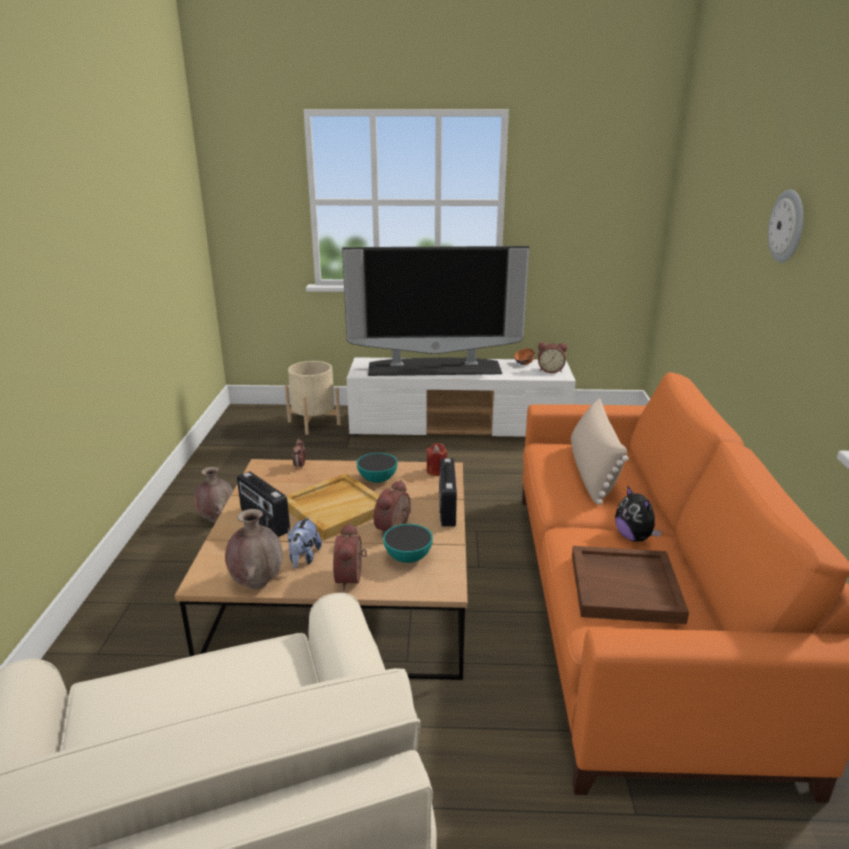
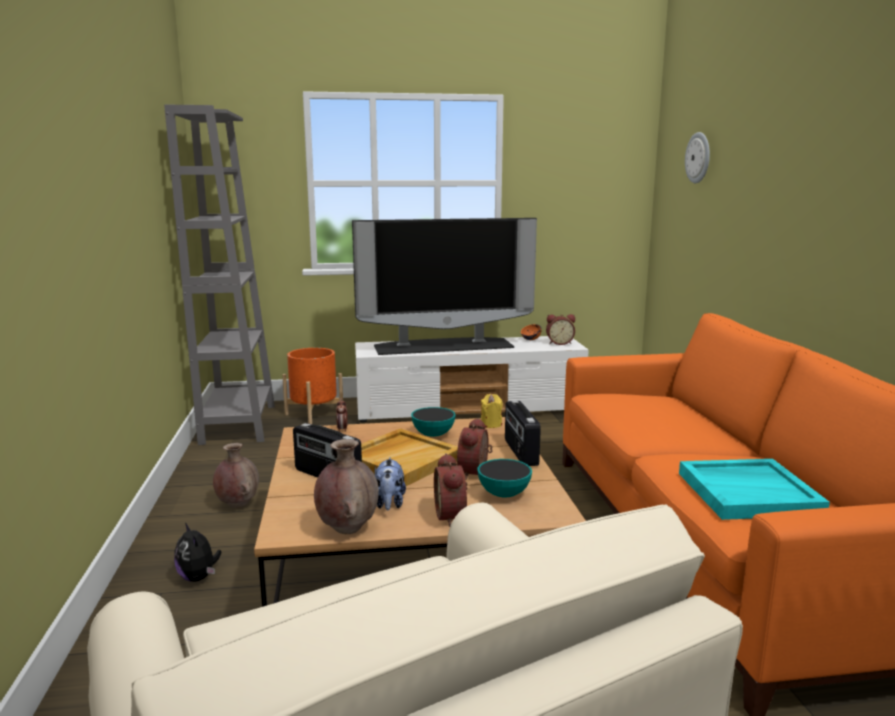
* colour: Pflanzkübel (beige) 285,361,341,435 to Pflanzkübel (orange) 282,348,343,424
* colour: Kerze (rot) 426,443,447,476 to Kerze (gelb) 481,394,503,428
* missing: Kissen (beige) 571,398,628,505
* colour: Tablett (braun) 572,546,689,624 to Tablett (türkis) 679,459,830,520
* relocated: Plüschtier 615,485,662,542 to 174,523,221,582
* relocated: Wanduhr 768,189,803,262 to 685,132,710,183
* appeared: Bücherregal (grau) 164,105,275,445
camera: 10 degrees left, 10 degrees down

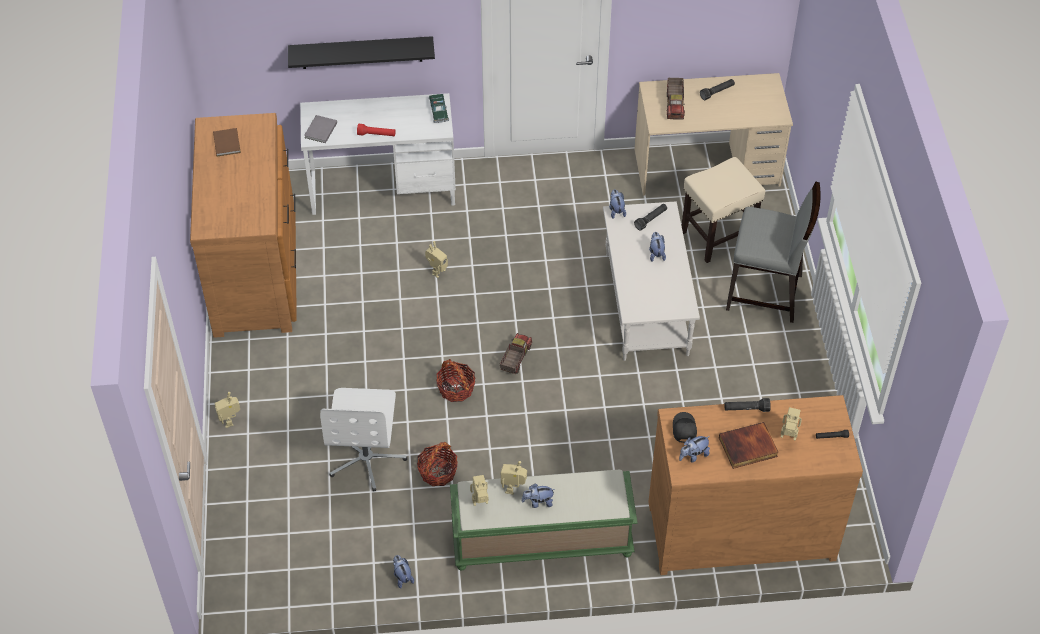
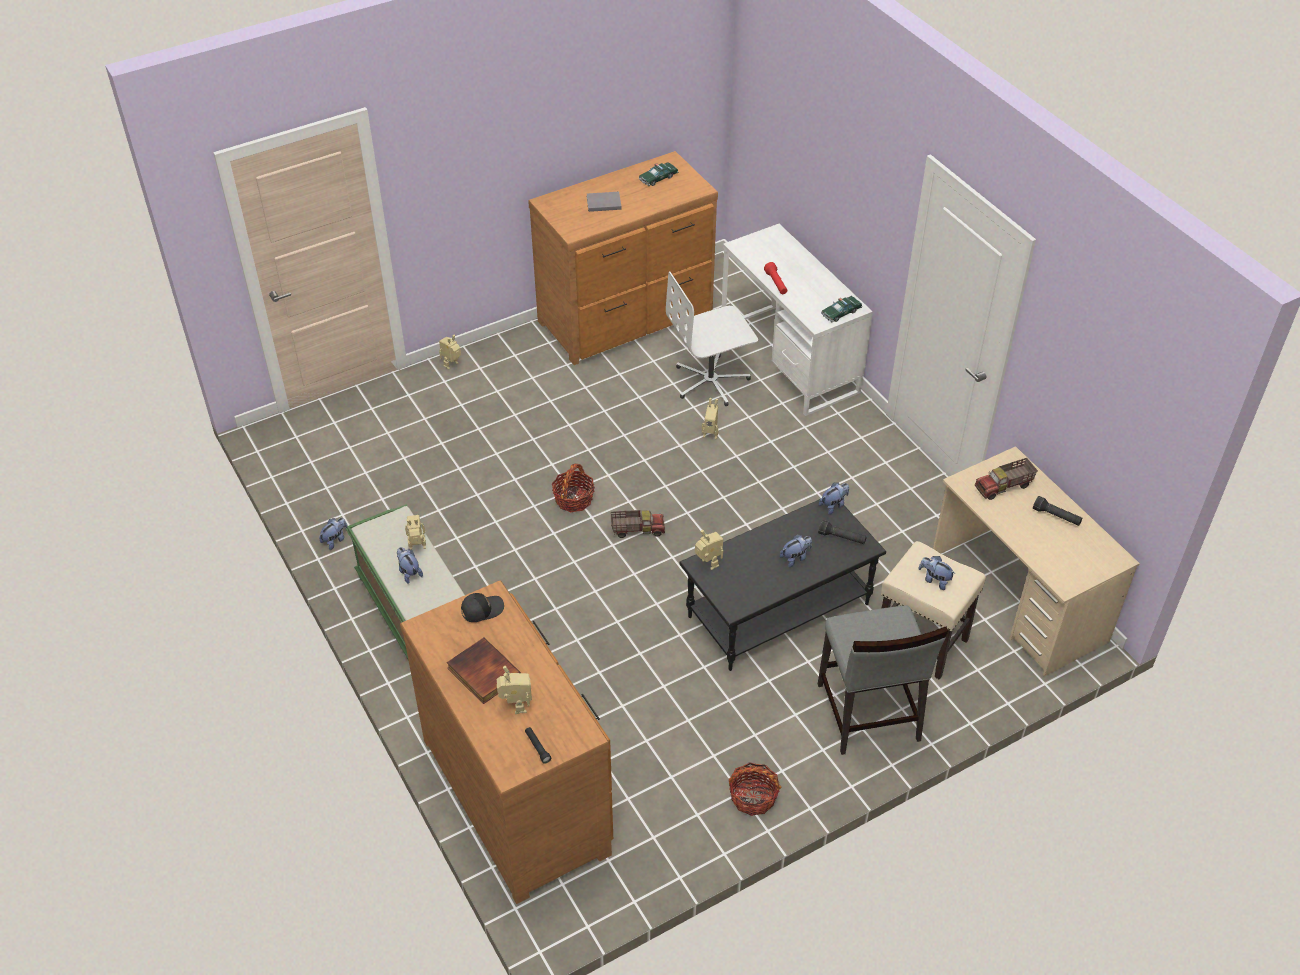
* exchanged: Buch (braun) 213,128,241,156 to Spielzeugauto 639,162,679,186
* missing: Wandregal (schwarz) 288,36,435,69
* relocated: Buch (grau) 304,115,337,143 to 587,192,621,212
* relocated: Bürostuhl (weiß) 320,388,407,491 to 666,271,758,406
* relocated: Korb 417,442,458,486 to 728,762,782,816
* relocated: Spielzeugroboter 470,475,489,506 to 695,530,723,570
* colour: Couchtisch (weiß) 603,201,700,361 to Couchtisch (schwarz) 679,499,886,671
* relocated: Plüschtier 679,436,710,463 to 919,556,956,590
* missing: Taschenlampe (schwarz) 724,398,771,412
camera: 65 degrees right, 5 degrees down

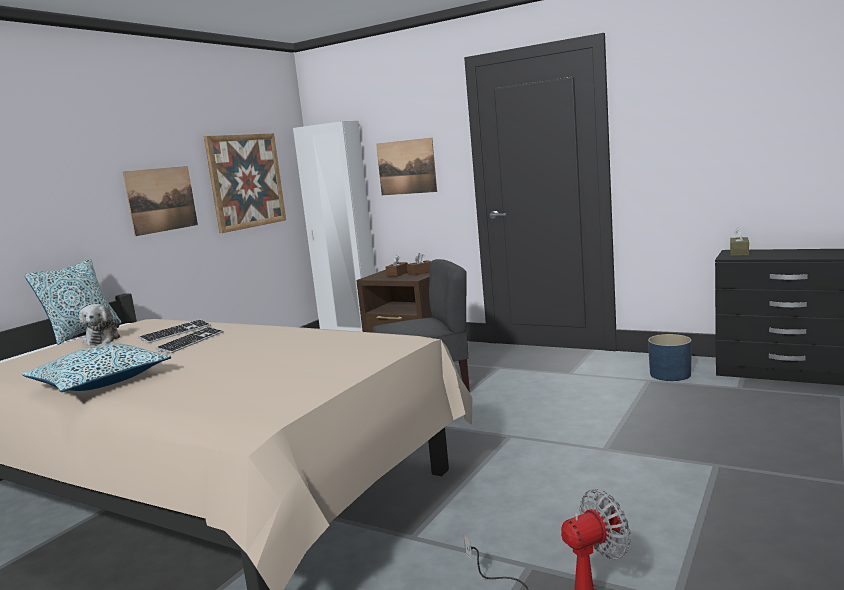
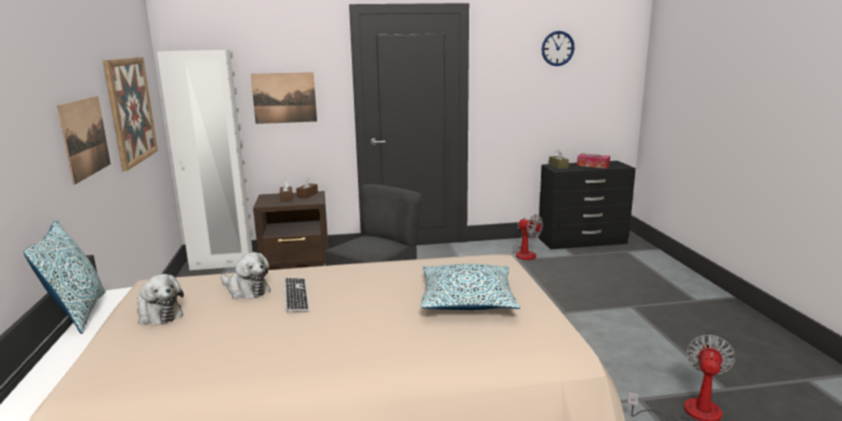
* relocated: Kissen 22,344,171,392 to 420,264,520,310
* exchanged: Tastatur 138,319,211,343 to Plüschtier 221,252,271,299
* exchanged: Pflanzkübel (blau) 648,334,692,381 to Ventilator 513,214,543,260
* appeared: Wanduhr 542,31,575,66
* appeared: Taschentuchbox 577,153,610,168
camera: 40 degrees left, 5 degrees up

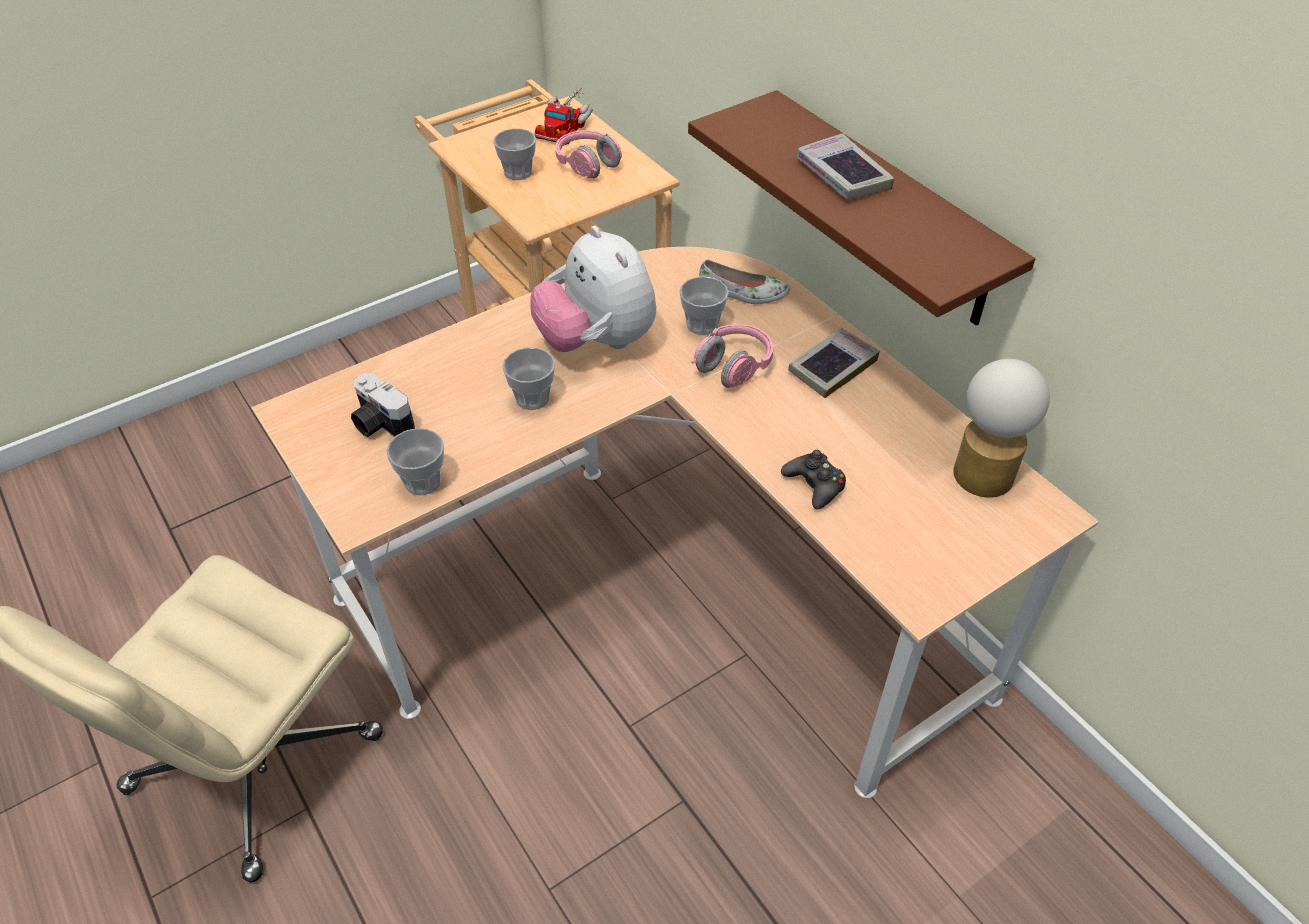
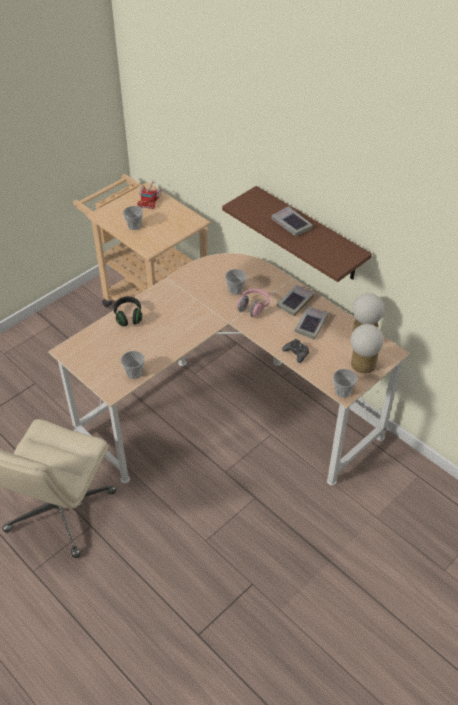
* missing: Kamera 351,373,415,437
* relocated: Tasse 502,347,555,410 to 333,369,357,398
* missing: Plüschtier 531,226,656,352
* missing: Kopfhörer (rosa) 555,130,622,178
* missing: Schuh (weiß) 699,260,790,304
* appeared: Kopfhörer (schwarz) 113,296,142,326
* appeared: Buch 294,307,328,340
* appeared: Tischlampe 350,324,384,373
camera: 10 degrees left, 0 degrees up

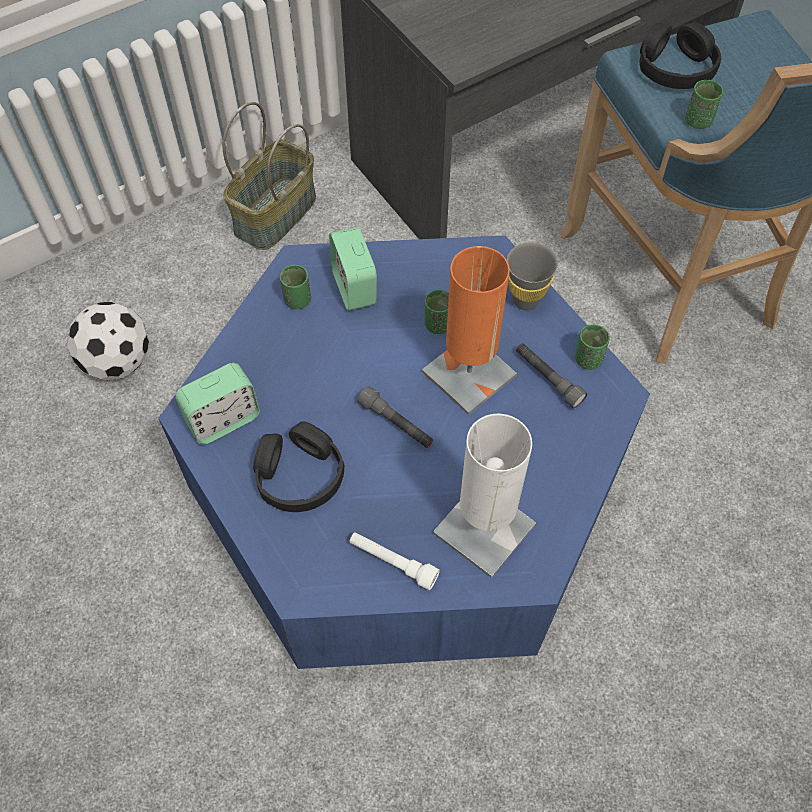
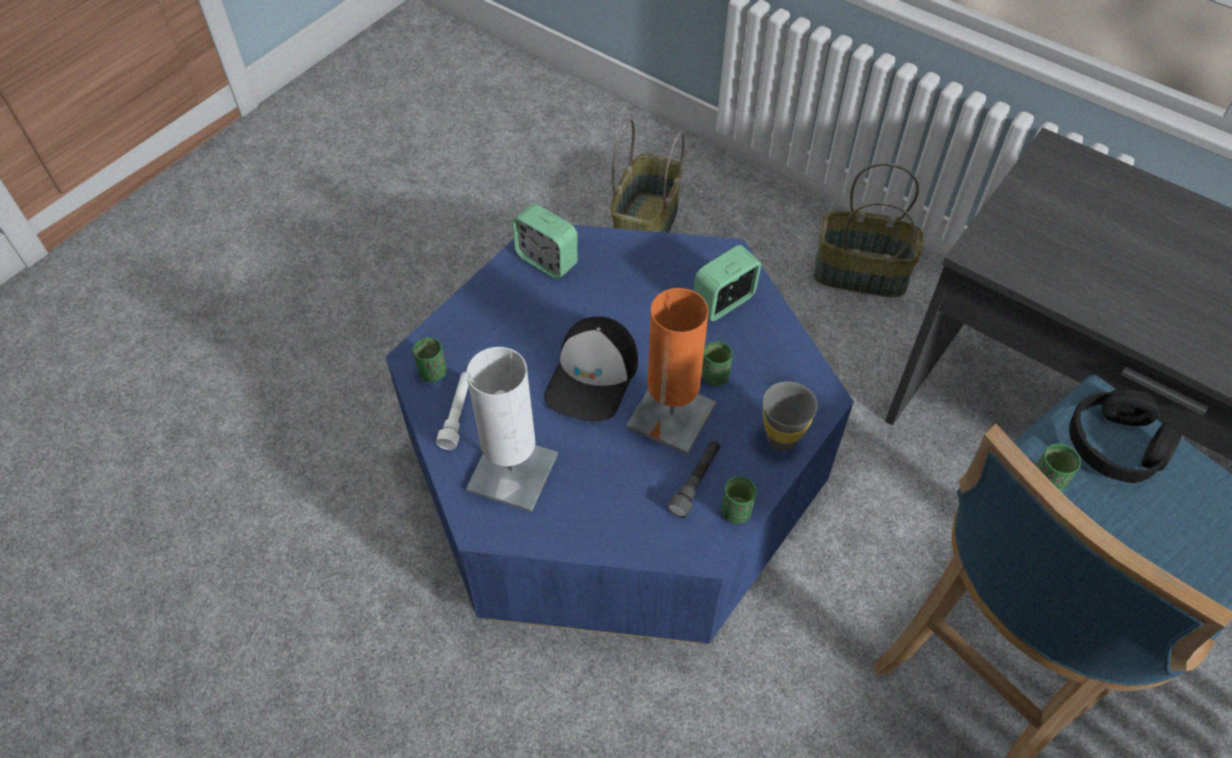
* exchanged: Fußball 67,302,149,380 to Korb 611,119,685,233
* missing: Kopfhörer (schwarz) 253,421,344,512
* relocated: Tasse (grün) 280,265,311,309 to 413,337,447,382
* exchanged: Taschenlampe (grau) 357,386,433,448 to Kappe 544,316,638,422
camera: 70 degrees right, 5 degrees down

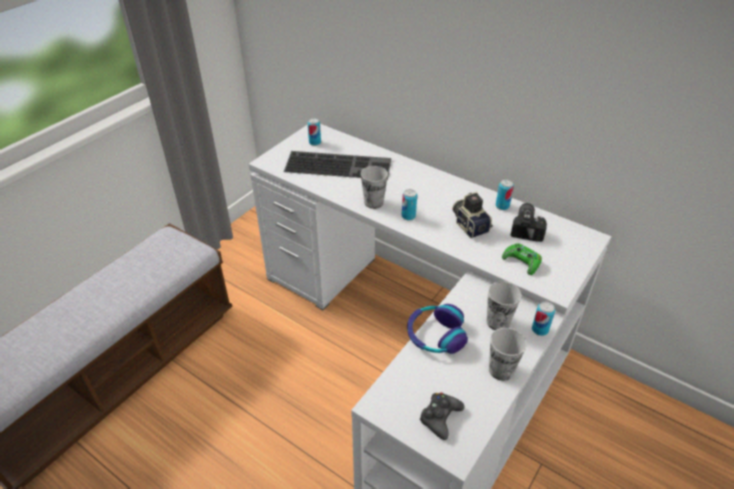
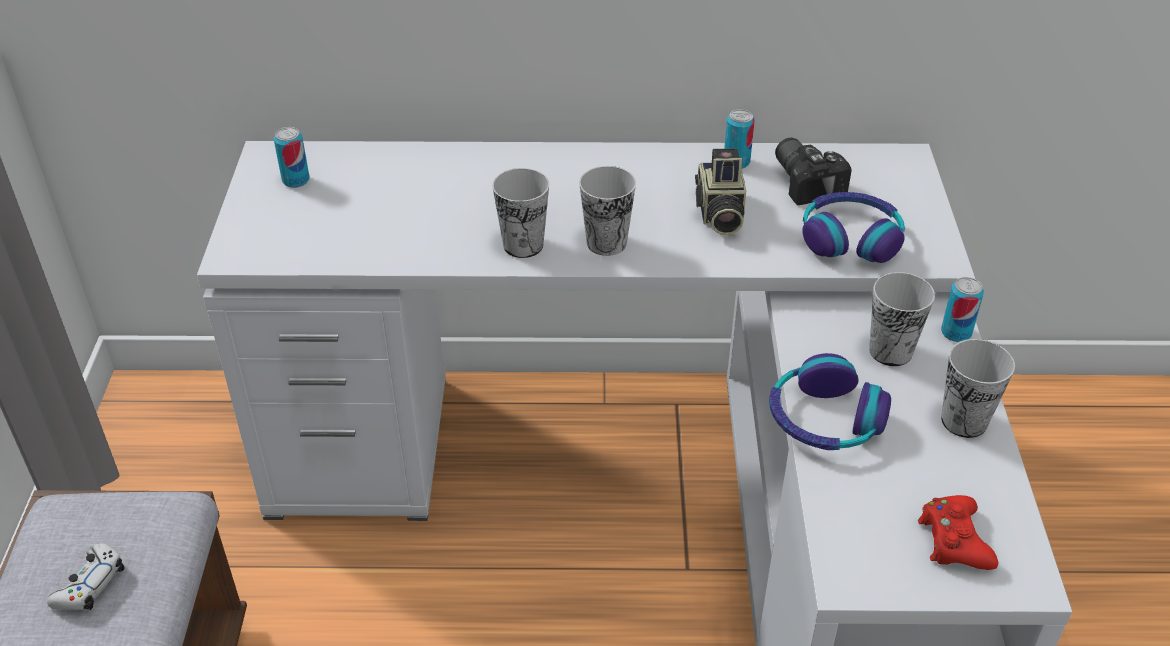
* missing: Tastatur 284,151,391,180
* exchanged: Dose 402,189,417,220 to Tasse 579,166,636,256
* colour: Gamepad (schwarz) 419,392,464,440 to Gamepad (rot) 918,495,998,570
* spun: Kamera 452,192,493,238 = 695,148,746,235 120 degrees counterclockwise
* exchanged: Gamepad (grün) 502,243,542,275 to Kopfhörer 802,192,905,263
* appeared: Gamepad (weiß) 47,543,125,610
camera: 35 degrees left, 0 degrees up

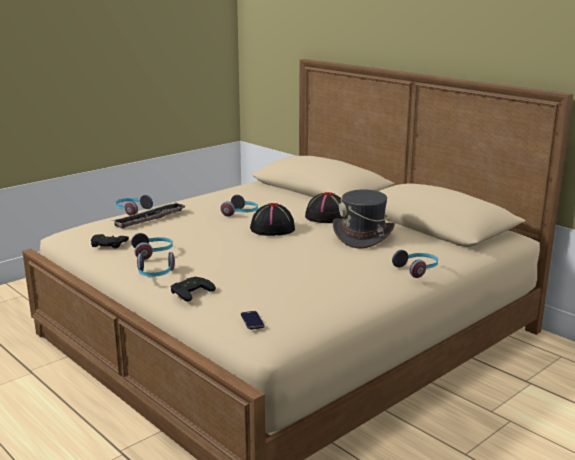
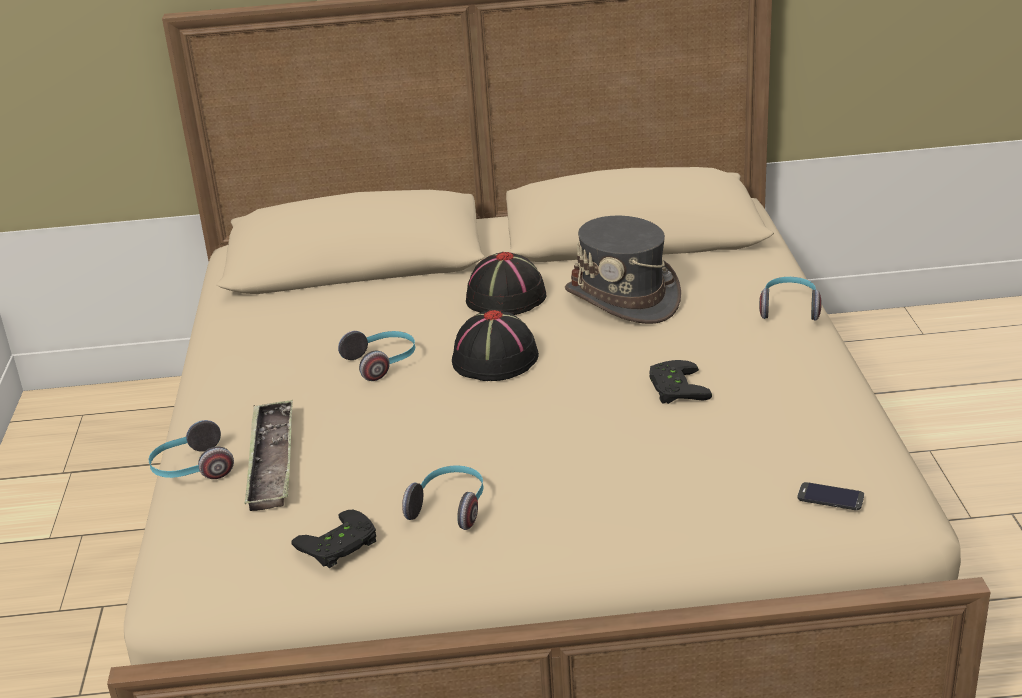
* missing: Kopfhörer 137,252,175,277
* relocated: Gamepad (schwarz) 170,276,216,302 to 649,360,712,404
camera: 50 degrees left, 10 degrees up

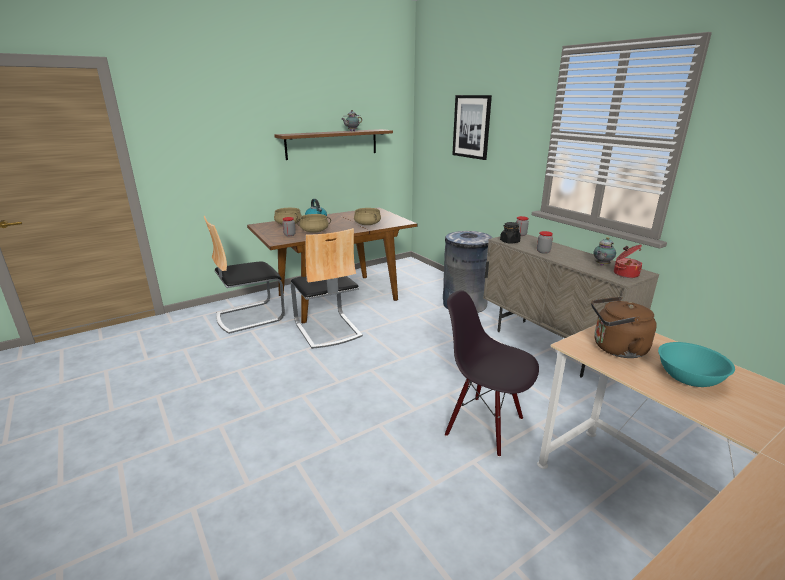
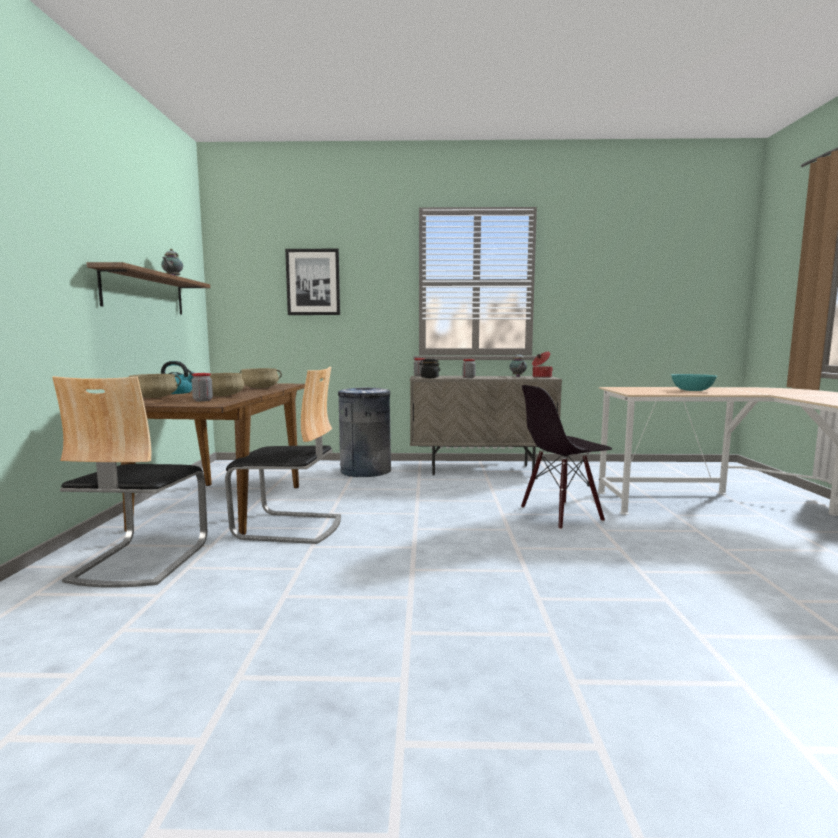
* missing: Wasserkessel (braun) 591,296,657,358
camera: 55 degrees left, 15 degrees down

